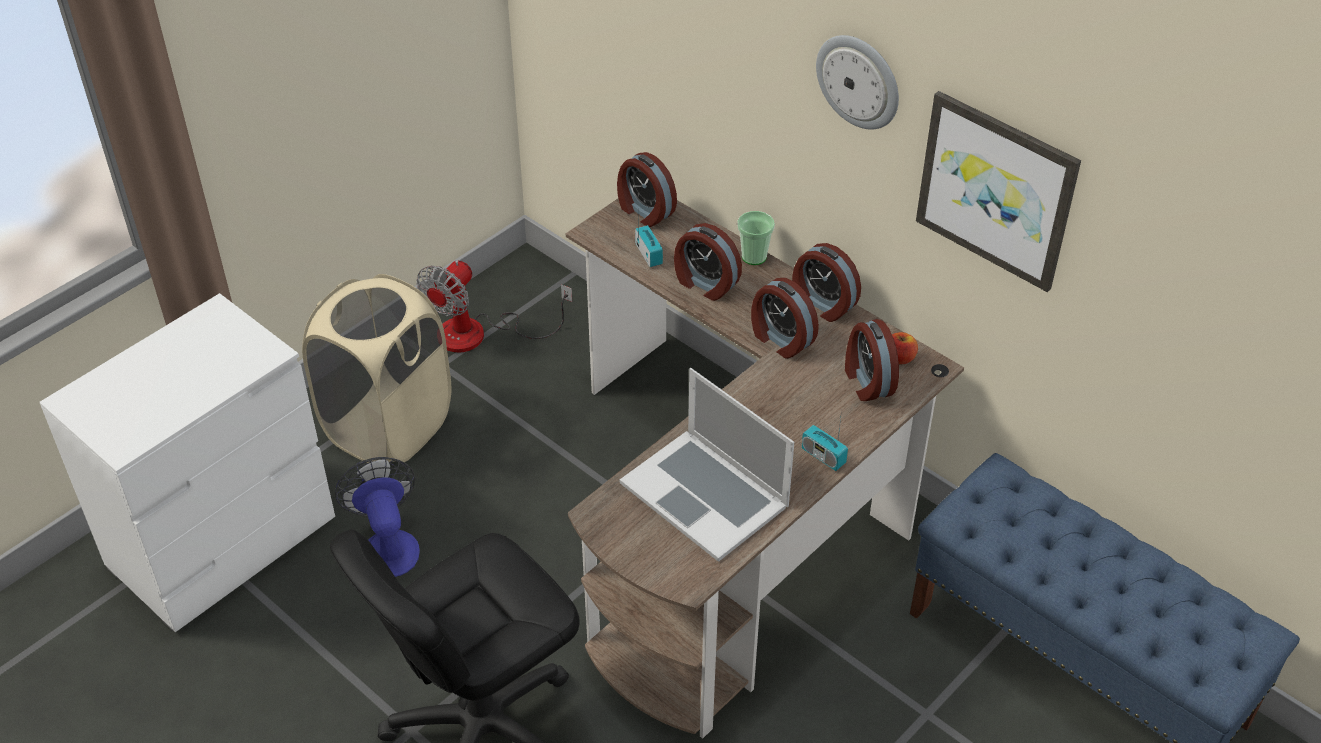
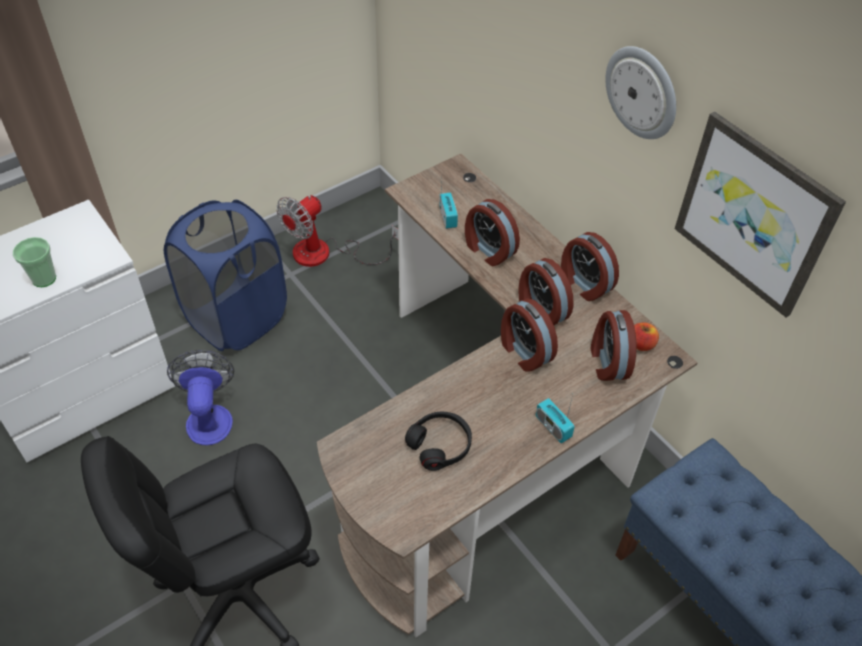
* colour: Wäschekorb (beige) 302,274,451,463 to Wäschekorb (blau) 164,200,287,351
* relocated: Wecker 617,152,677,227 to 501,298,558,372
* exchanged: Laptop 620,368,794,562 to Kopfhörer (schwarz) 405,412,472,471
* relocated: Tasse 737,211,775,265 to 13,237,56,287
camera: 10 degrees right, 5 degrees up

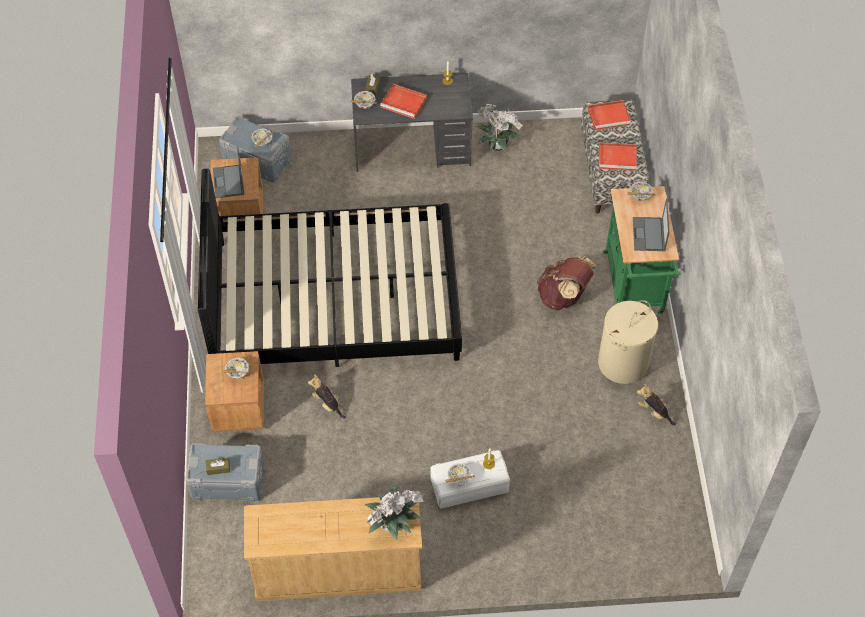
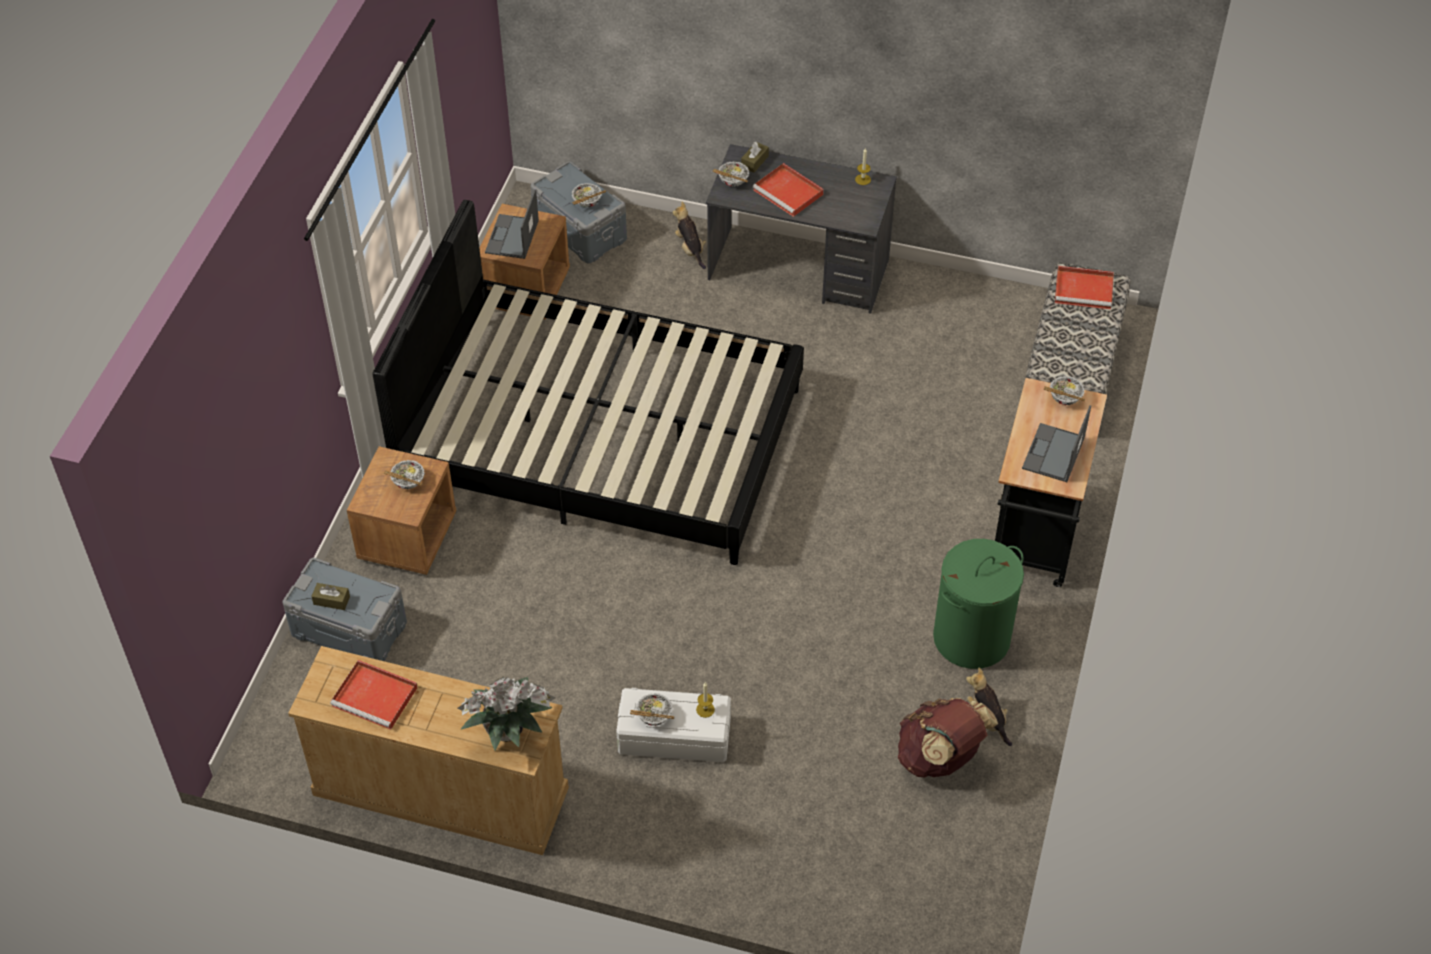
* relocated: Plüschtier 308,374,346,419 to 673,202,706,269
* missing: Topfpflanze 476,104,523,151
* relocated: Rucksack (braun) 537,256,597,310 to 898,698,998,777
* colour: Wäschekorb (beige) 598,300,658,384 to Wäschekorb (grün) 933,539,1024,669
* relocated: Tablett (rot) 599,142,637,171 to 330,660,417,730
* colour: Rollwagen (grün) 603,186,681,314 to Rollwagen (schwarz) 995,378,1107,587
camera: 20 degrees right, 5 degrees down

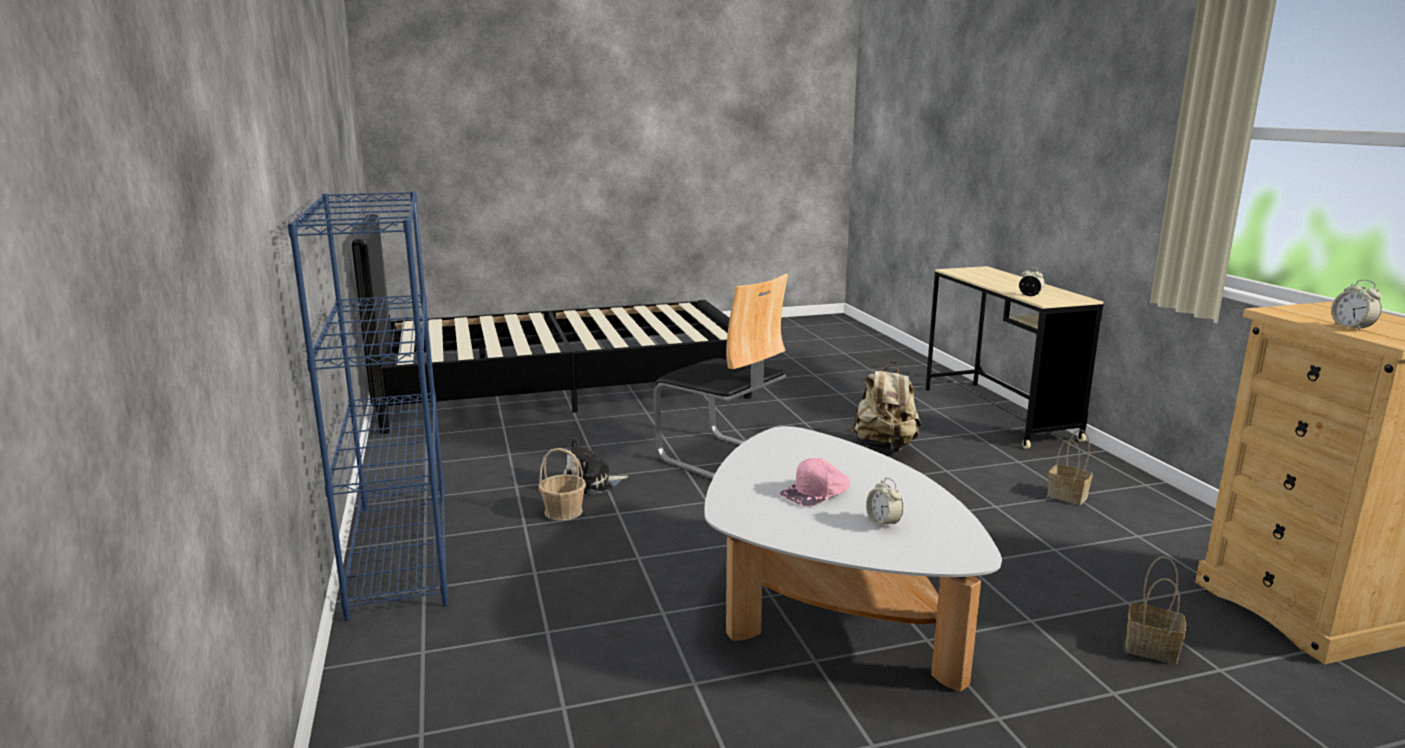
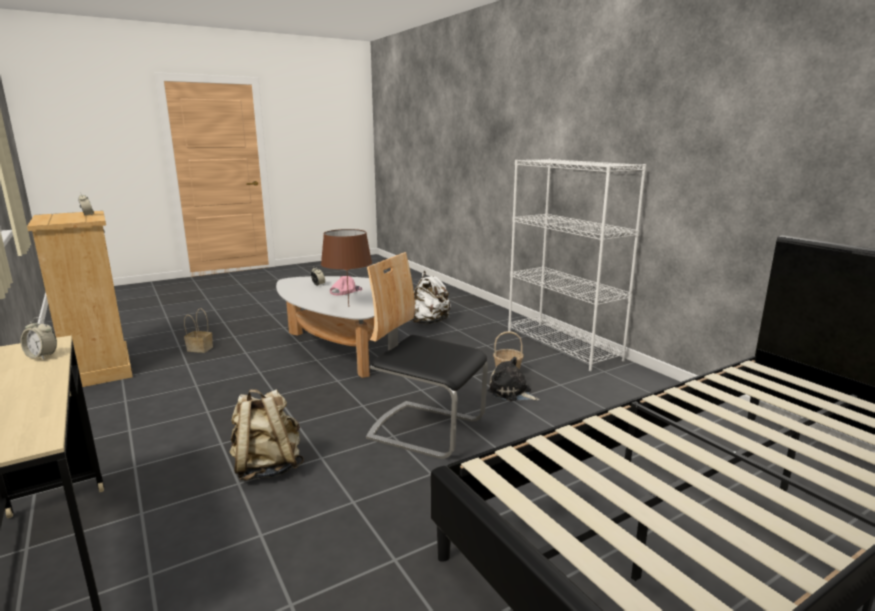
* colour: Bücherregal (blau) 287,191,448,621 to Bücherregal (weiß) 508,159,647,371
* spun: Plüschtier 564,438,628,495 = 488,357,539,401 105 degrees counterclockwise
* missing: Korb 1047,430,1093,505
* appeared: Tischlampe (braun) 321,229,372,306
* appeared: Rucksack (weiß) 411,271,451,324
camera: 165 degrees right, 0 degrees up

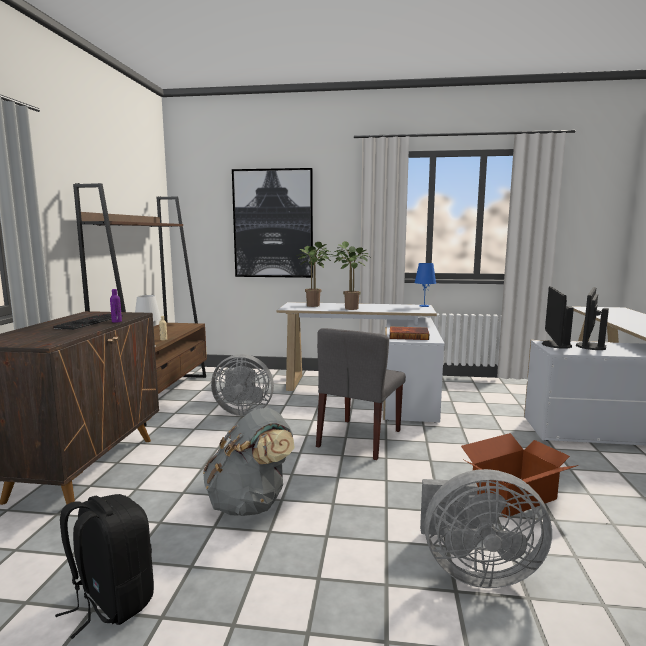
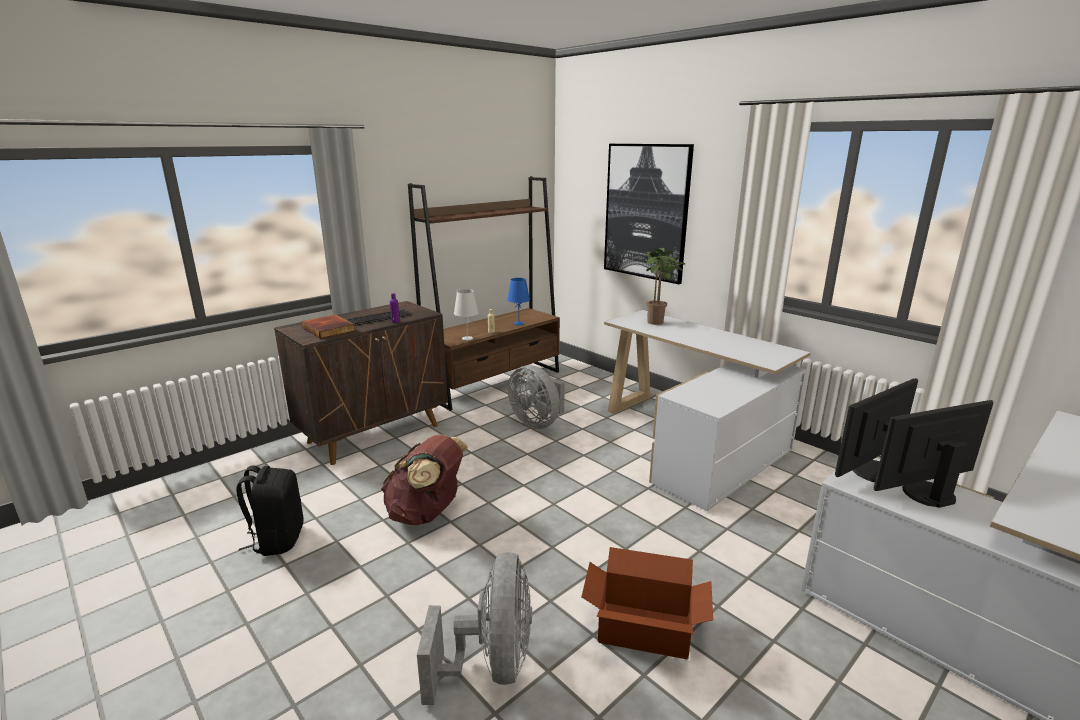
* colour: Rucksack (grau) 203,408,295,516 to Rucksack (braun) 381,435,468,525
* missing: Stuhl (grau) 316,328,406,460
* missing: Topfpflanze 333,241,370,310
* relocated: Buch 390,326,429,340 to 302,315,355,339
* relocated: Tischlampe (blau) 414,263,436,307 to 507,278,530,325
* spun: Ventilator (grau) 420,469,552,588 = 417,552,532,705 135 degrees counterclockwise
camera: 40 degrees right, 10 degrees up

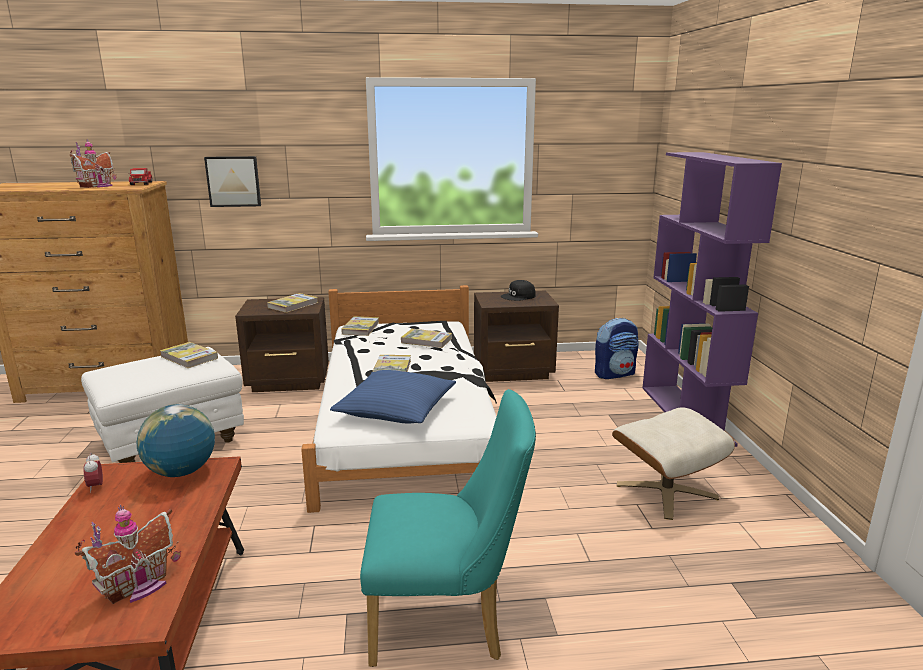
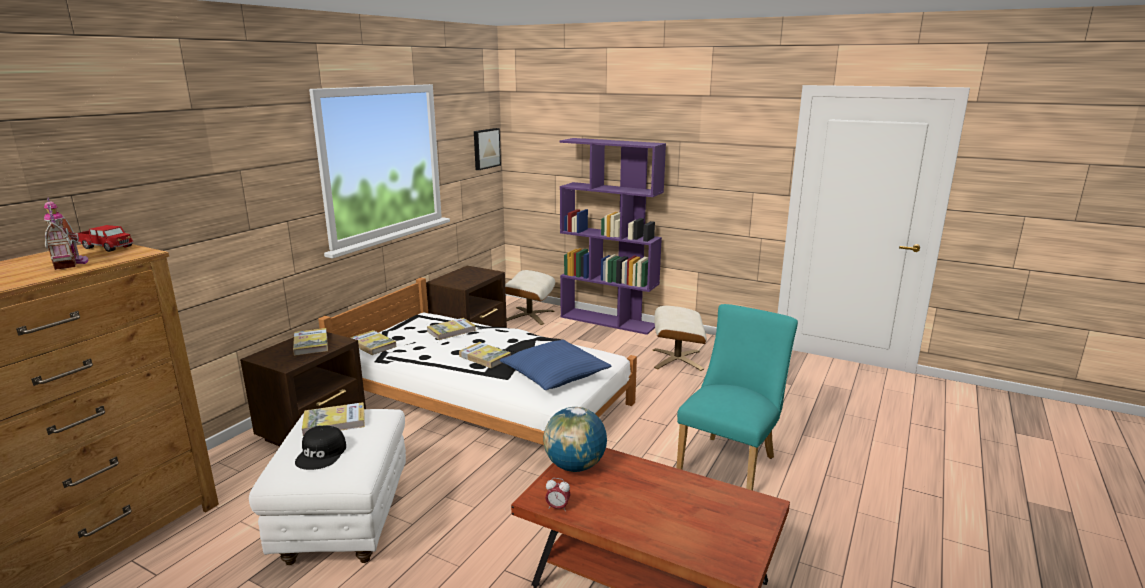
* missing: Spielzeughaus 75,505,181,604
* relocated: Bild 204,156,261,207 to 474,128,501,170
* relocated: Kappe (schwarz) 501,280,536,301 to 295,426,346,470
* exchanged: Rucksack 595,318,639,379 to Polsterhocker (beige) 505,270,555,325
camera: 55 degrees left, 0 degrees up

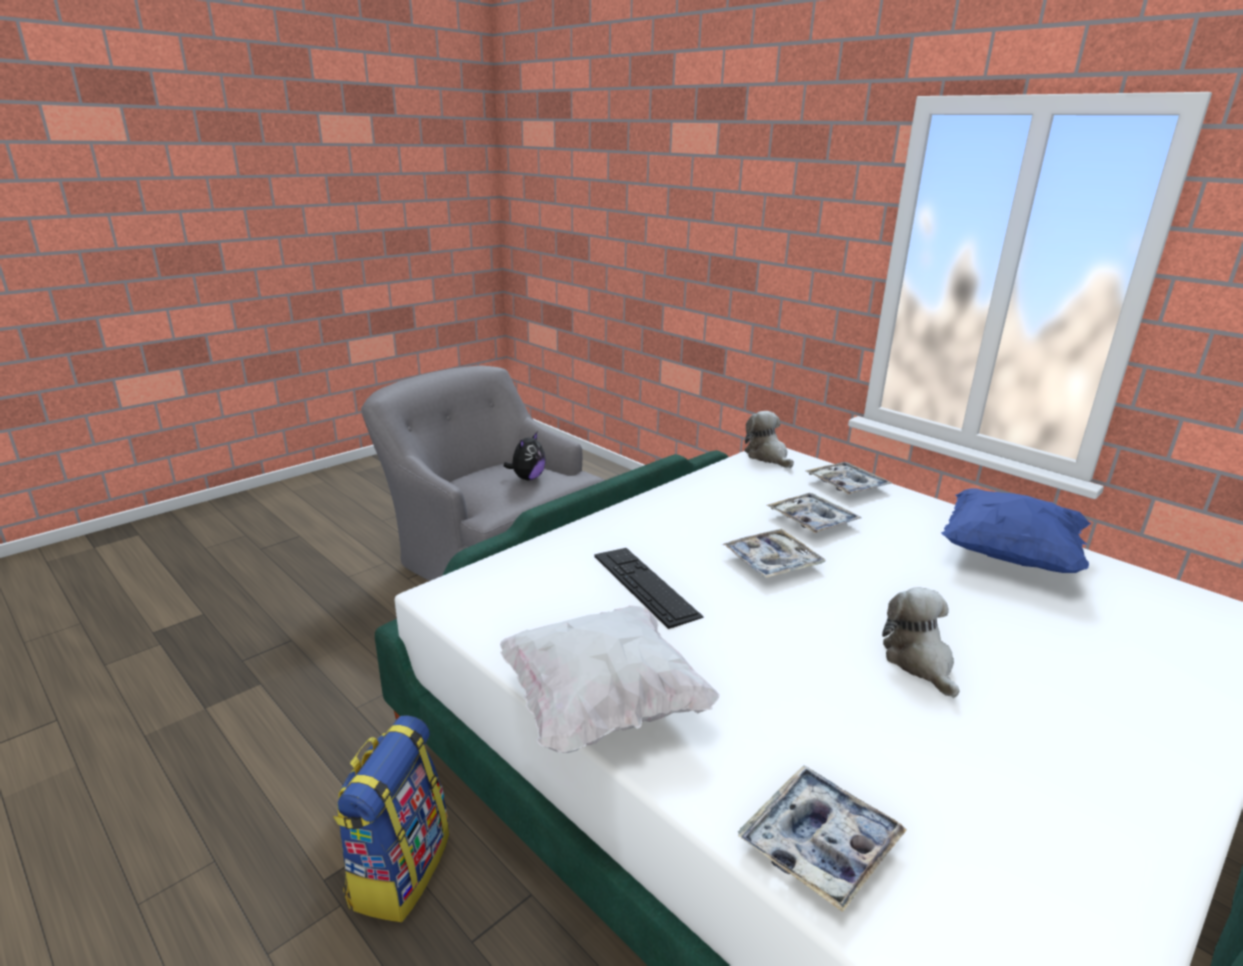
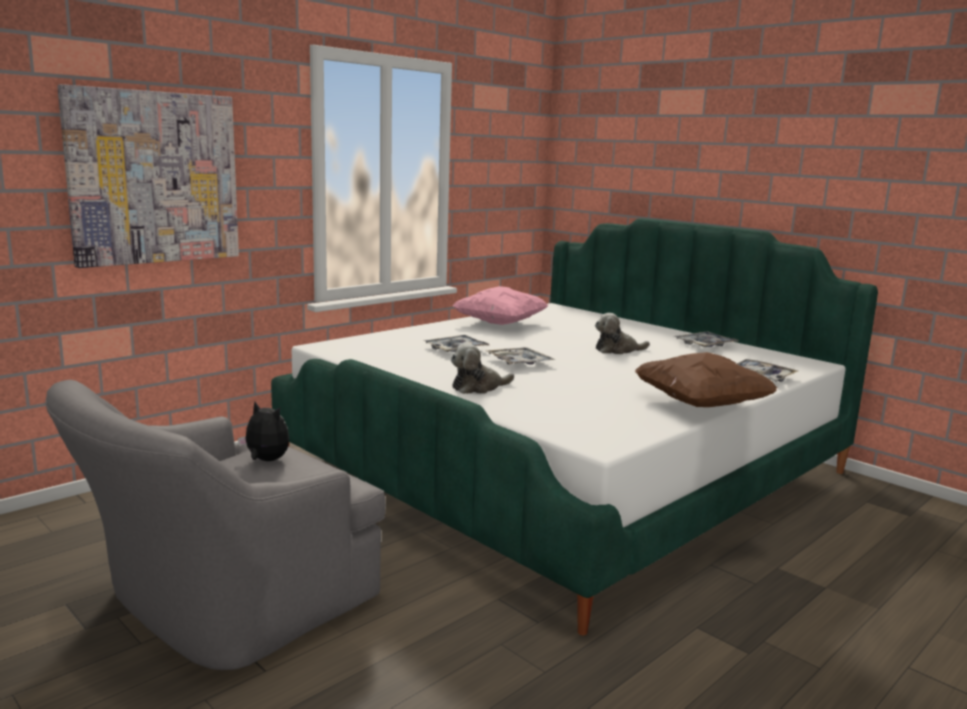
* missing: Rucksack 333,715,449,922
* colour: Kissen (weiß) 500,605,720,753 to Kissen (braun) 635,352,777,407
* missing: Tastatur 595,548,704,629
* relocated: Plüschtier 744,411,794,468 to 451,343,514,394
* relocated: Tablett 805,462,892,495 to 675,332,739,347
* colour: Kissen (blau) 941,488,1091,573 to Kissen (rosa) 452,286,548,325
* appeared: Bild 57,84,239,268
camera: 90 degrees left, 10 degrees down

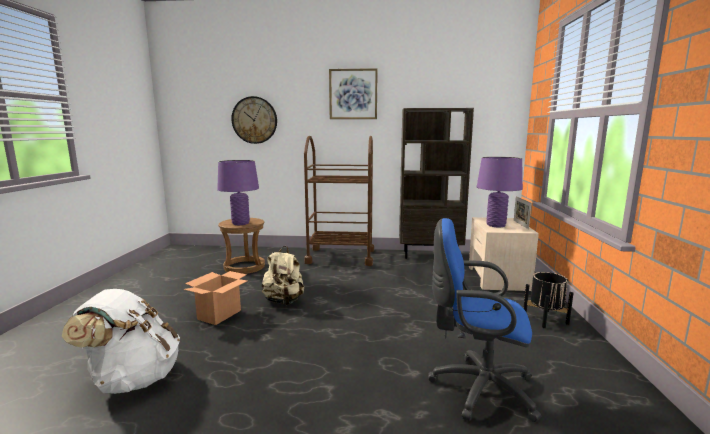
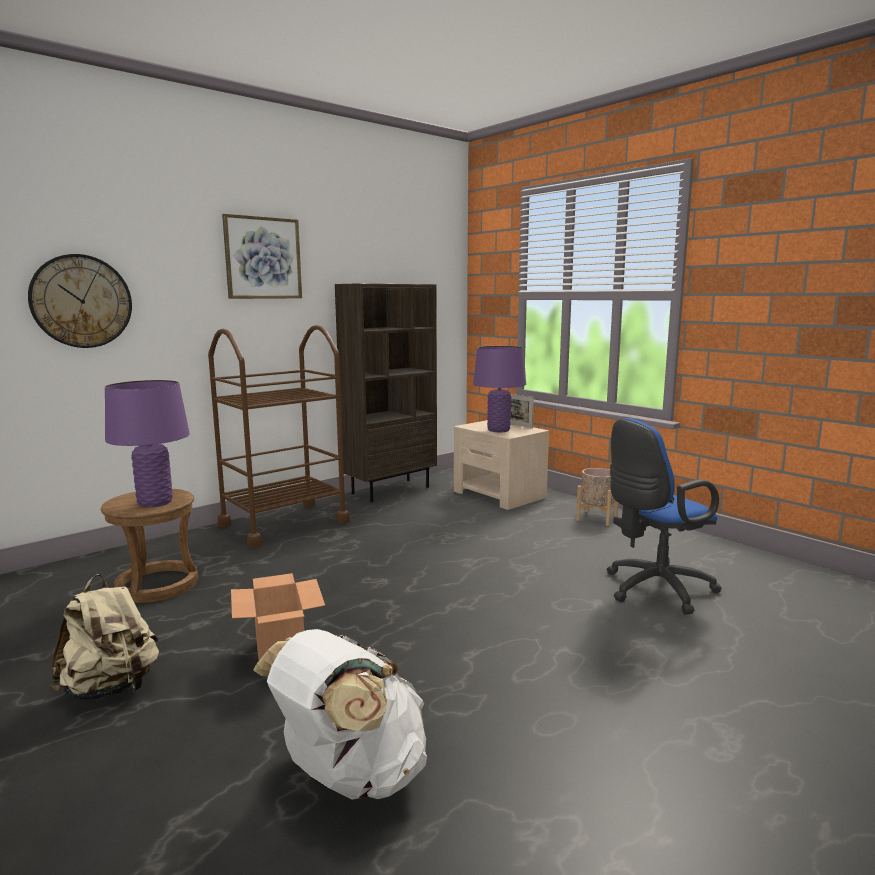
* relocated: Rucksack (beige) 262,246,304,305 to 49,574,159,700
* colour: Pflanzkübel (schwarz) 523,272,574,328 to Pflanzkübel (beige) 576,468,618,526
camera: 45 degrees left, 0 degrees up

